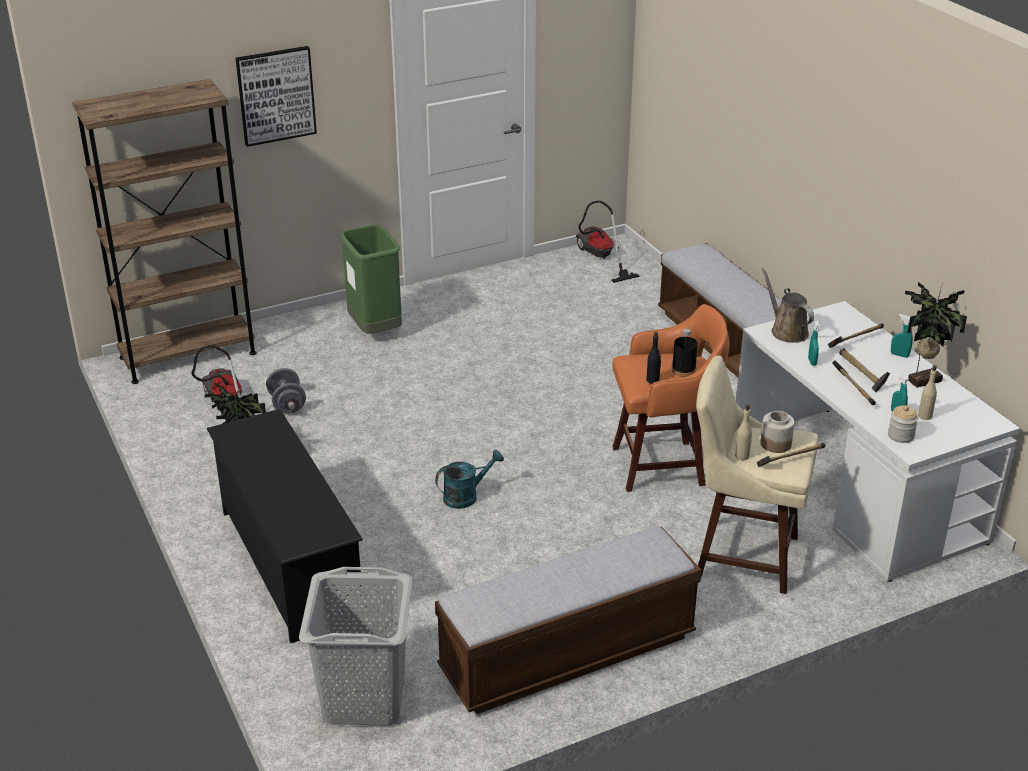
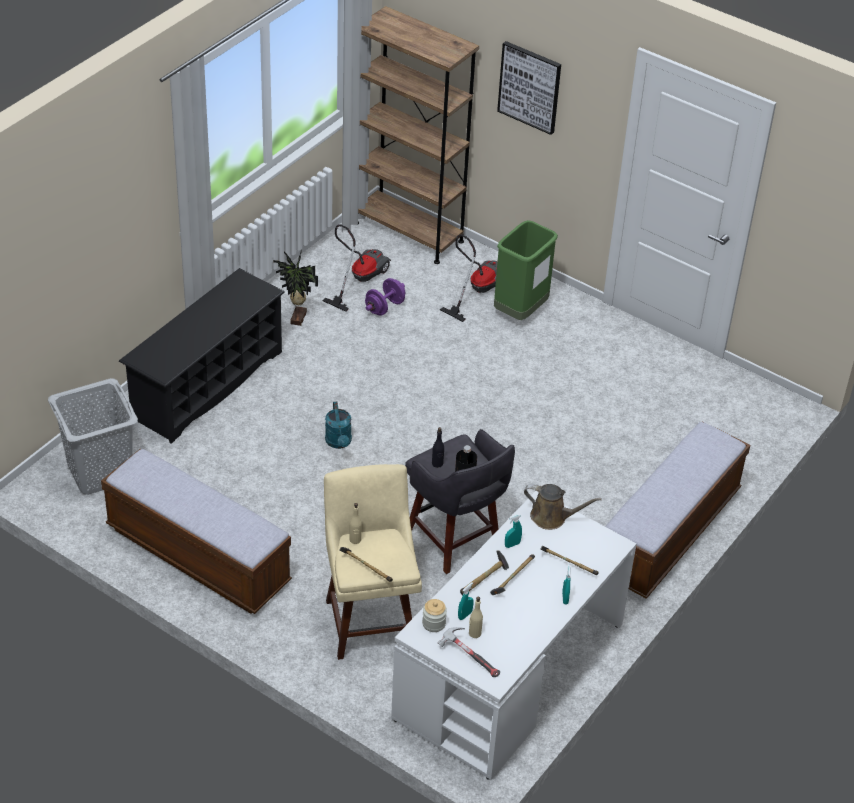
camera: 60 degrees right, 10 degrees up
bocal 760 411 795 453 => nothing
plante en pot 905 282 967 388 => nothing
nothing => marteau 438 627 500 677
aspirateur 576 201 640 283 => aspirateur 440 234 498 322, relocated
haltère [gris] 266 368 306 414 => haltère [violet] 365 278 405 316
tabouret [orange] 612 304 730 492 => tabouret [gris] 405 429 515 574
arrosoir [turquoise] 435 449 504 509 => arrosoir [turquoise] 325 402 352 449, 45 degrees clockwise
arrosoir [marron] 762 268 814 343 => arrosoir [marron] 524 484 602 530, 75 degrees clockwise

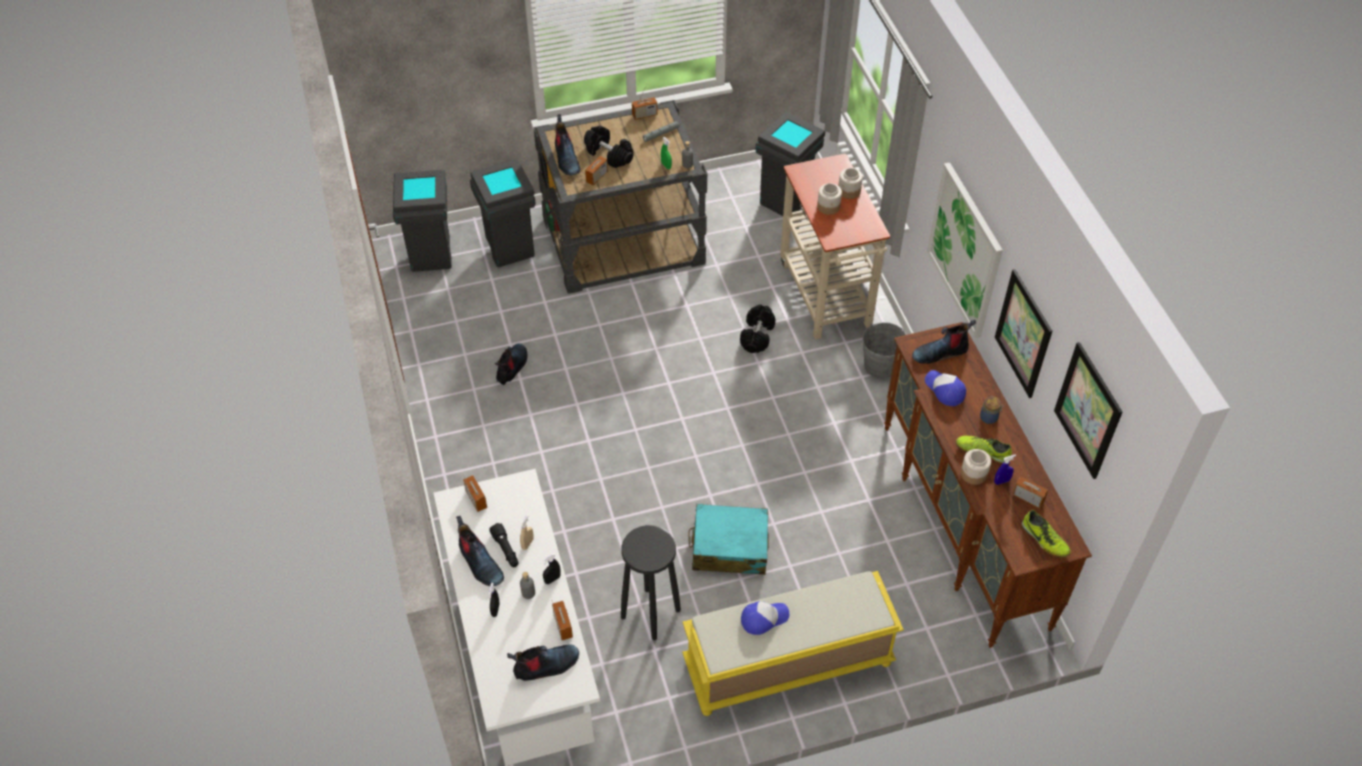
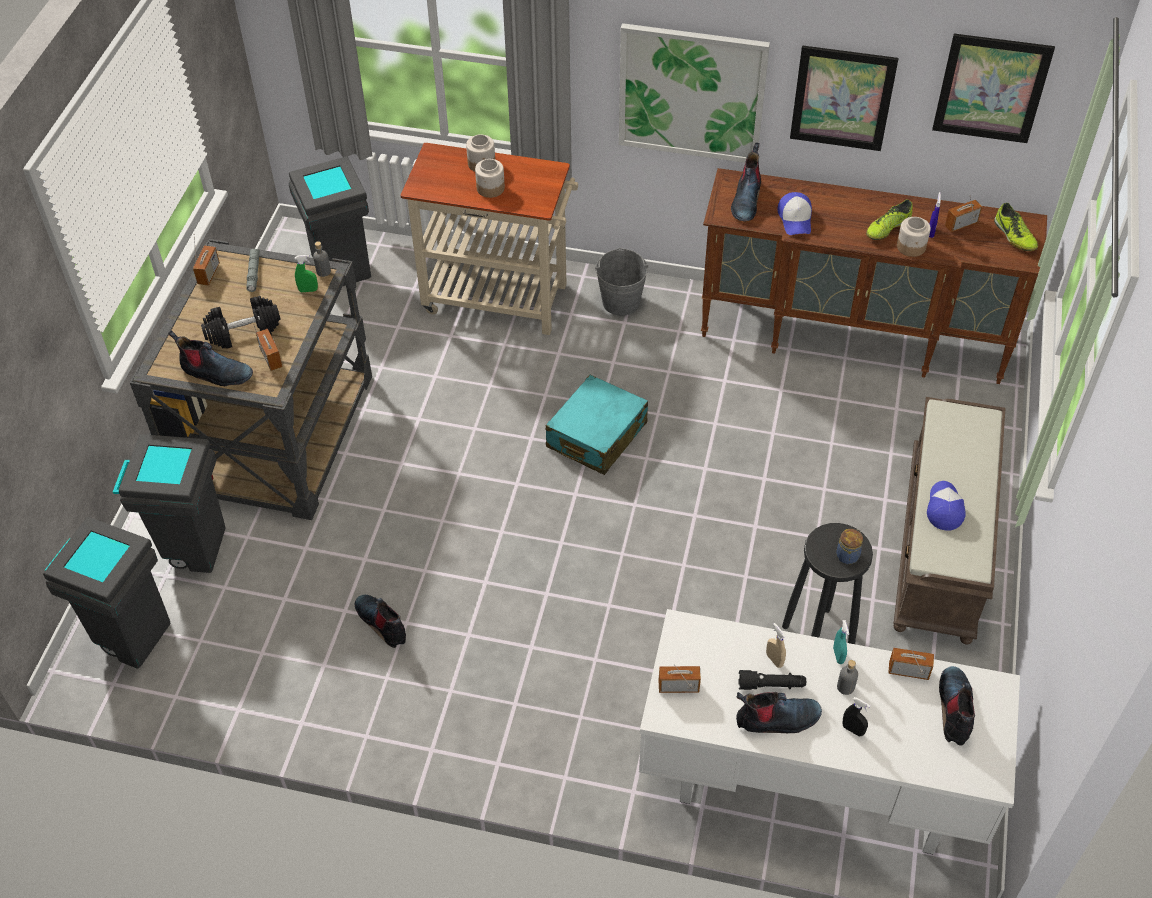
camera: 60 degrees left, 0 degrees up
haltère [noir] 740 305 776 353 => nothing
valise [turquoise] 688 504 769 575 => valise [turquoise] 546 375 648 475, relocated
bocal 980 397 1004 424 => bocal 836 529 863 564, relocated
vaporisateur [noir] 543 554 561 584 => vaporisateur [turquoise] 833 620 849 664
banc [jaune] 682 571 904 716 => banc [marron] 894 397 1006 645
casquette 925 370 966 406 => casquette 778 192 812 235, 90 degrees counterclockwise
chaussure 1022 510 1071 557 => chaussure 994 203 1038 251, 75 degrees clockwise

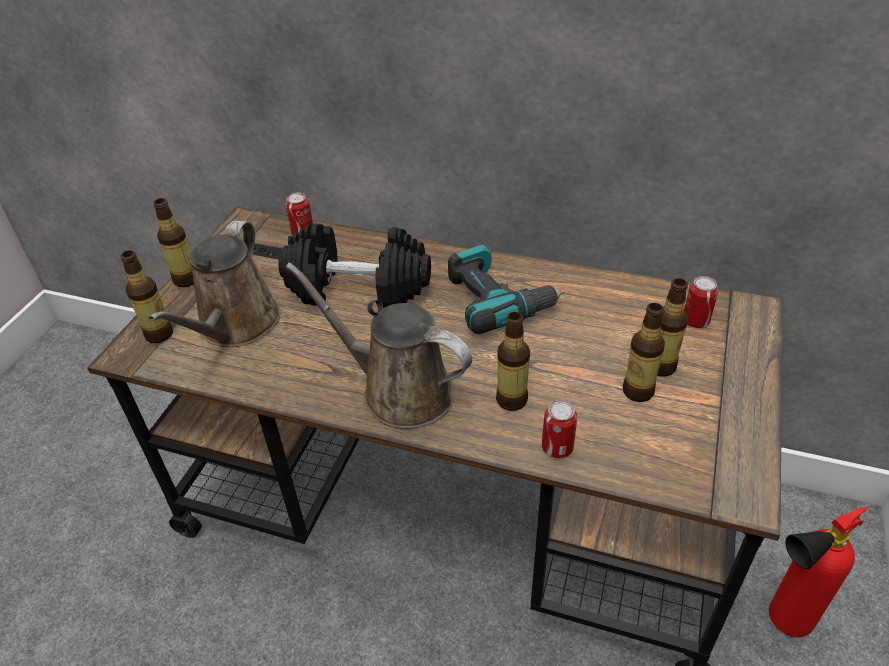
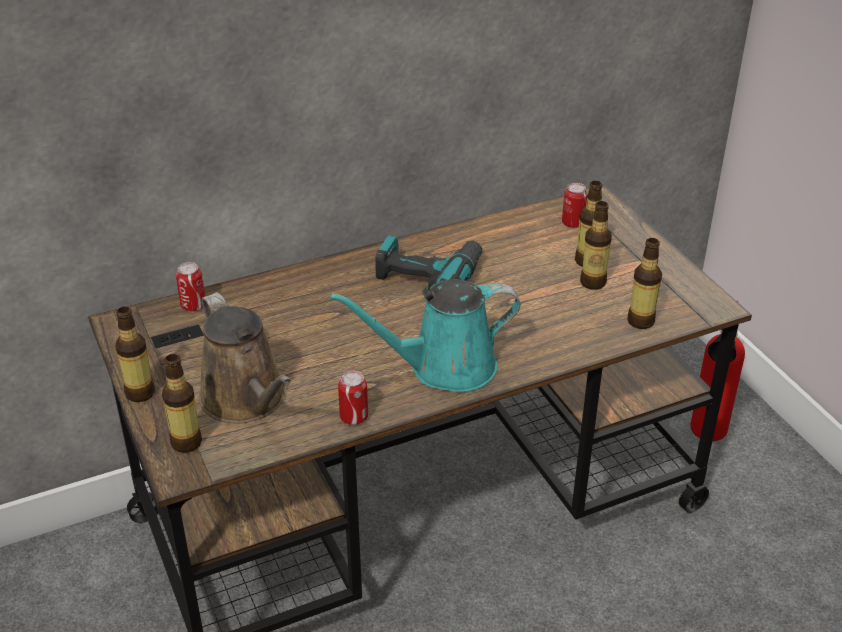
camera: 45 degrees left, 5 degrees down
haltère [noir] 278 224 431 308 => nothing
bouteille 496 312 530 411 => bouteille 627 238 662 329, relocated
boîte métallique 542 400 577 458 => boîte métallique 338 371 368 425, relocated
arrosoir [marron] 286 262 472 429 => arrosoir [turquoise] 330 279 520 392

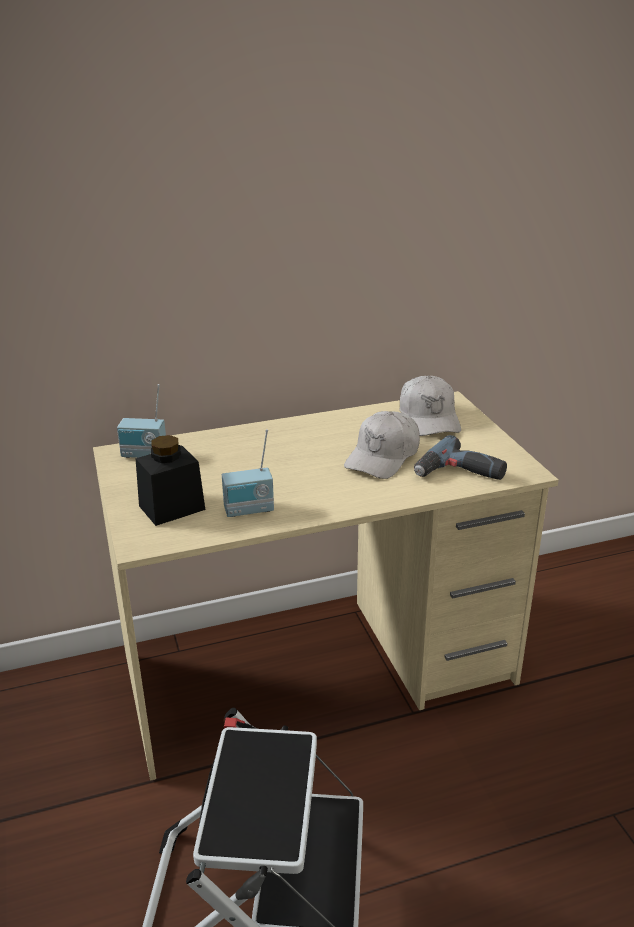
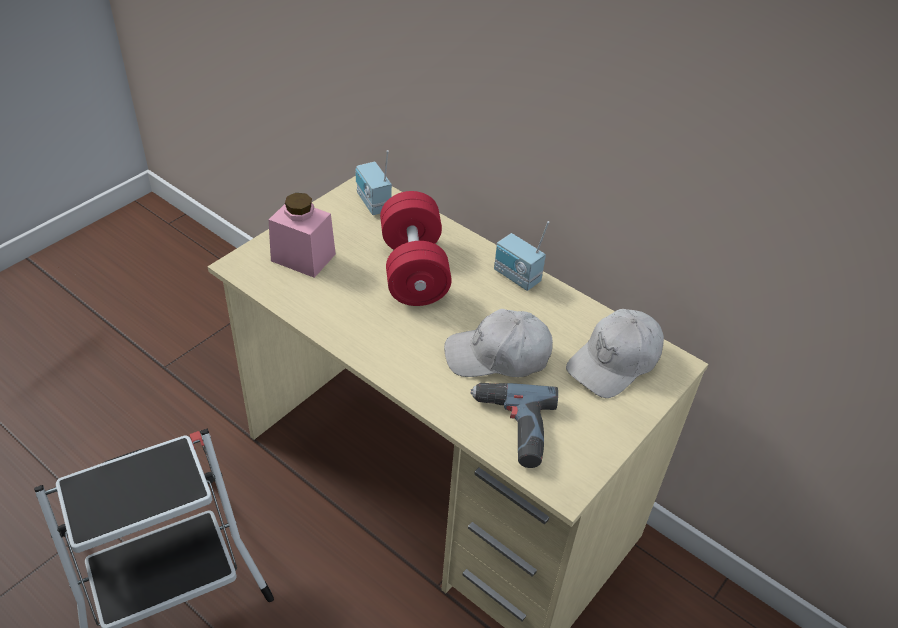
camera: 55 degrees right, 15 degrees up
nothing => haltère [rouge] 380 191 452 306
radio 222 429 274 517 => radio 494 221 549 291, relocated
bocal [noir] 135 435 205 526 => bocal [rose] 269 193 336 278

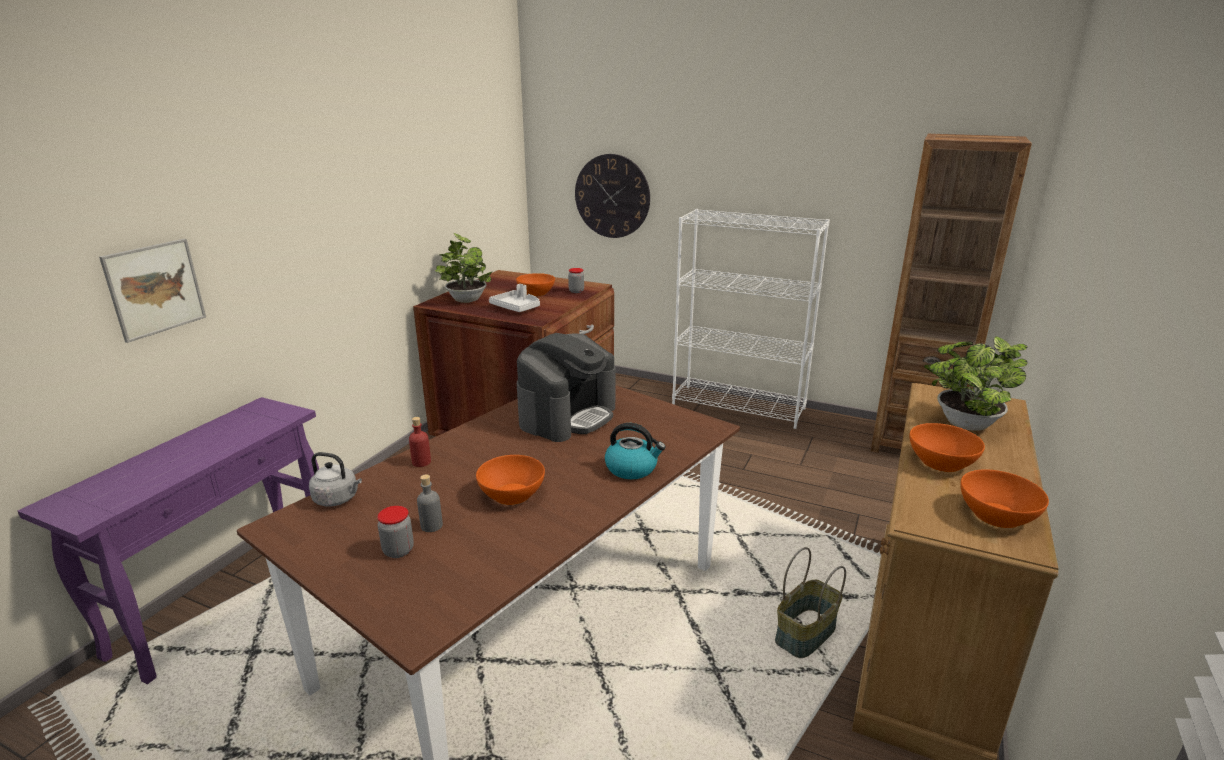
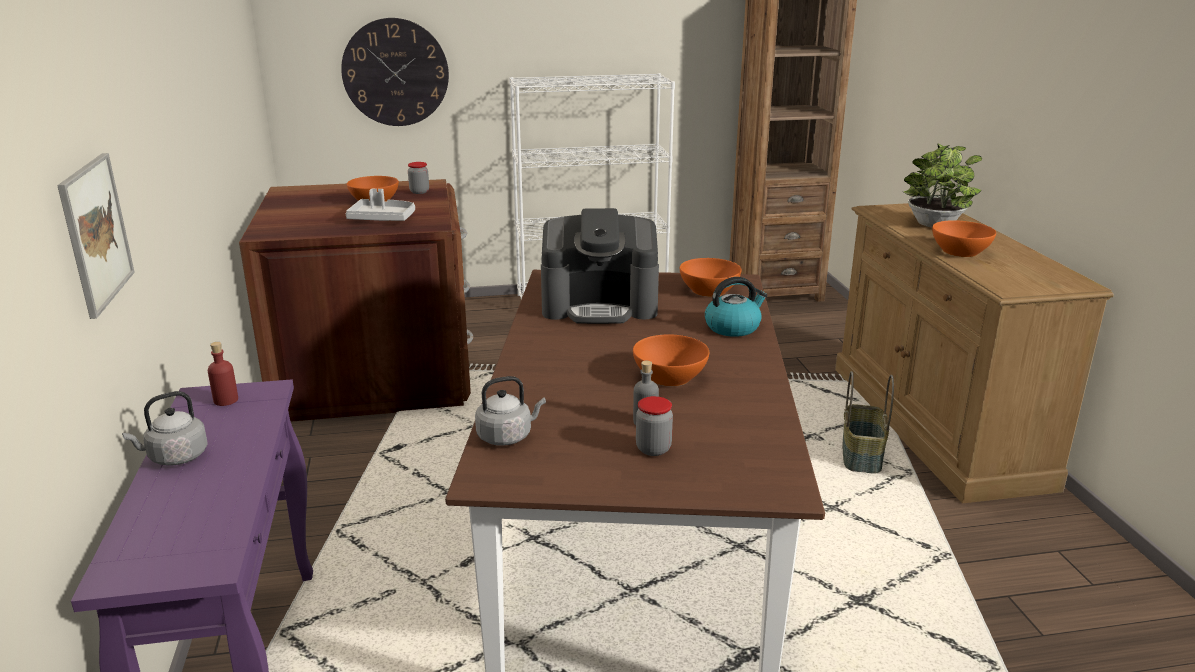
camera: 35 degrees left, 0 degrees up
plante en pot 435 233 492 303 => nothing
nothing => bouilloire [gris] 122 391 208 466
bouteille [rouge] 409 417 431 467 => bouteille [rouge] 208 342 238 406, relocated
bol [orange] 960 469 1049 528 => bol [orange] 680 258 741 297, relocated
machine à café 517 333 615 442 => machine à café 541 208 659 324, 90 degrees clockwise

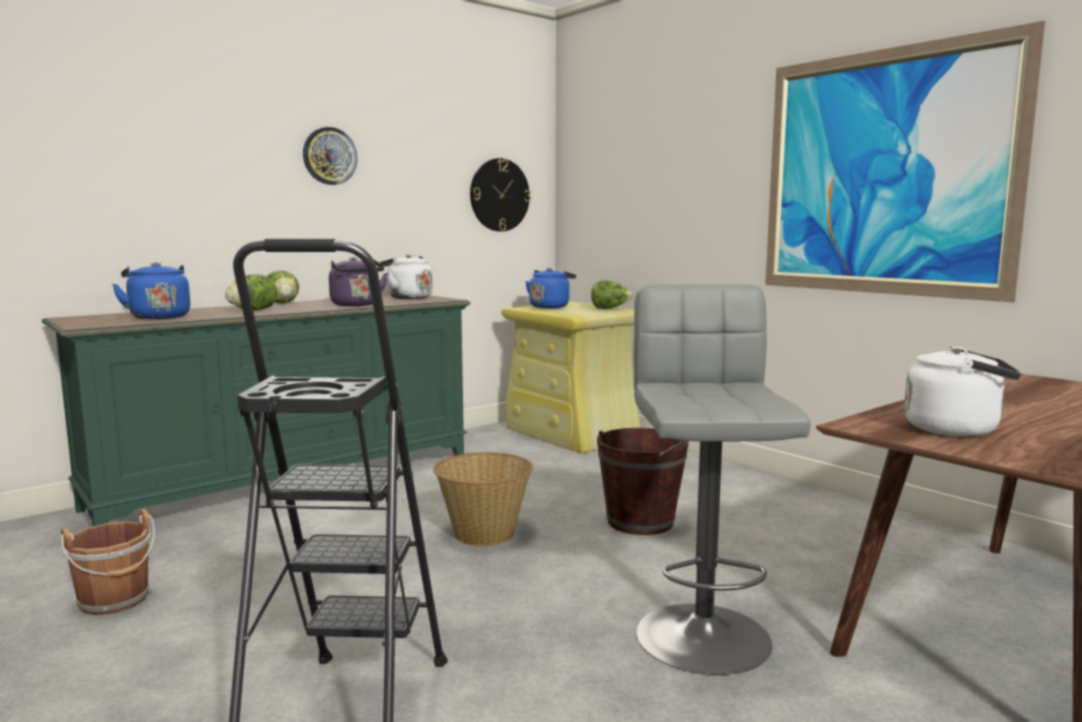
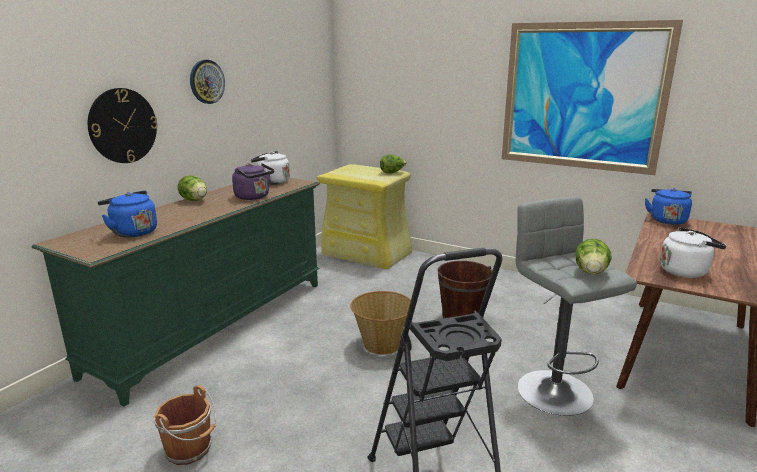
camera: 20 degrees left, 10 degrees up
laitue 225 274 277 311 => laitue 575 239 612 274, relocated
horloge murale 470 158 531 232 => horloge murale 88 88 158 163, relocated
bouilloire [bleu] 525 268 576 308 => bouilloire [bleu] 645 188 692 225, relocated

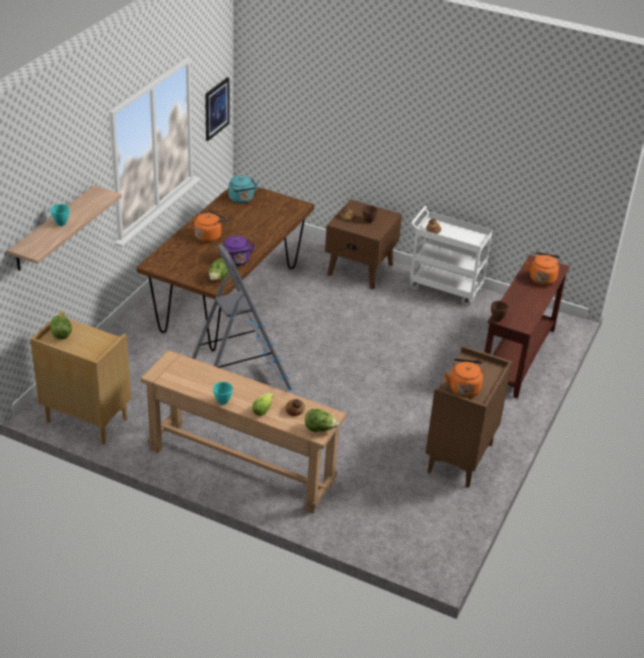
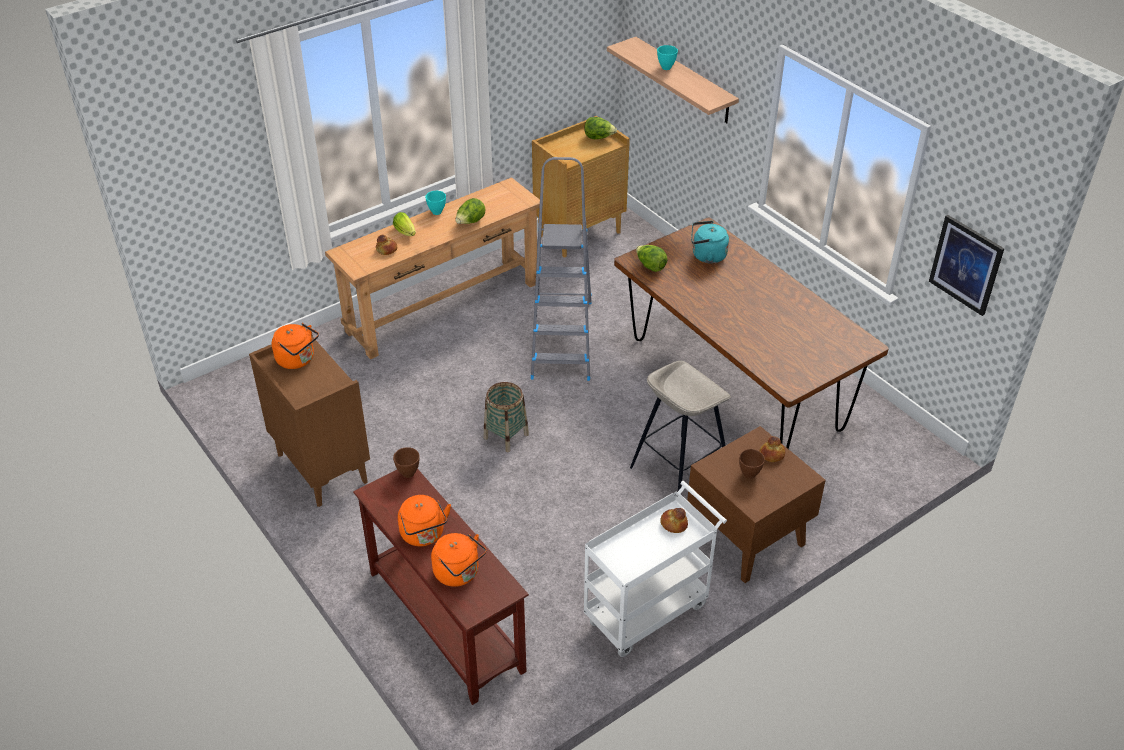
camera: 120 degrees right, 5 degrees up
bouilloire [violet] 223 236 255 266 => nothing
nothing => panier 484 382 529 452
nothing => tabouret [gris] 630 361 731 491
bouilloire [orange] 193 210 226 243 => bouilloire [orange] 398 495 451 546, relocated
bouilloire [turquoise] 228 175 258 203 => bouilloire [turquoise] 691 221 729 264, relocated
laitue 305 409 339 432 => laitue 455 198 485 224, relocated

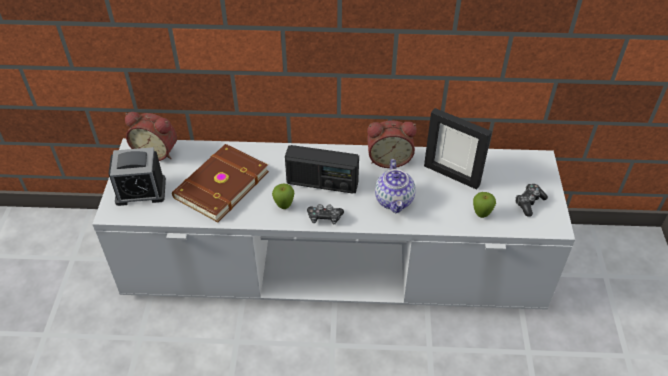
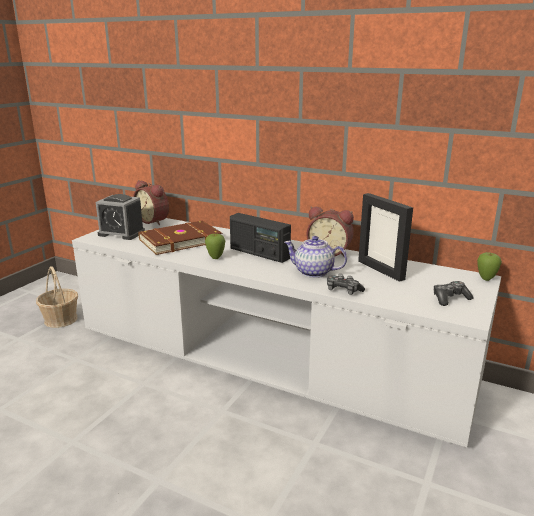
camera: 25 degrees right, 25 degrees down
nothing => panier 36 266 78 328
manette 307 204 344 224 => manette 327 274 365 295, relocated
pomme 473 192 496 218 => pomme 477 252 502 281, relocated
théière 375 159 416 213 => théière 284 236 347 278, 90 degrees clockwise

